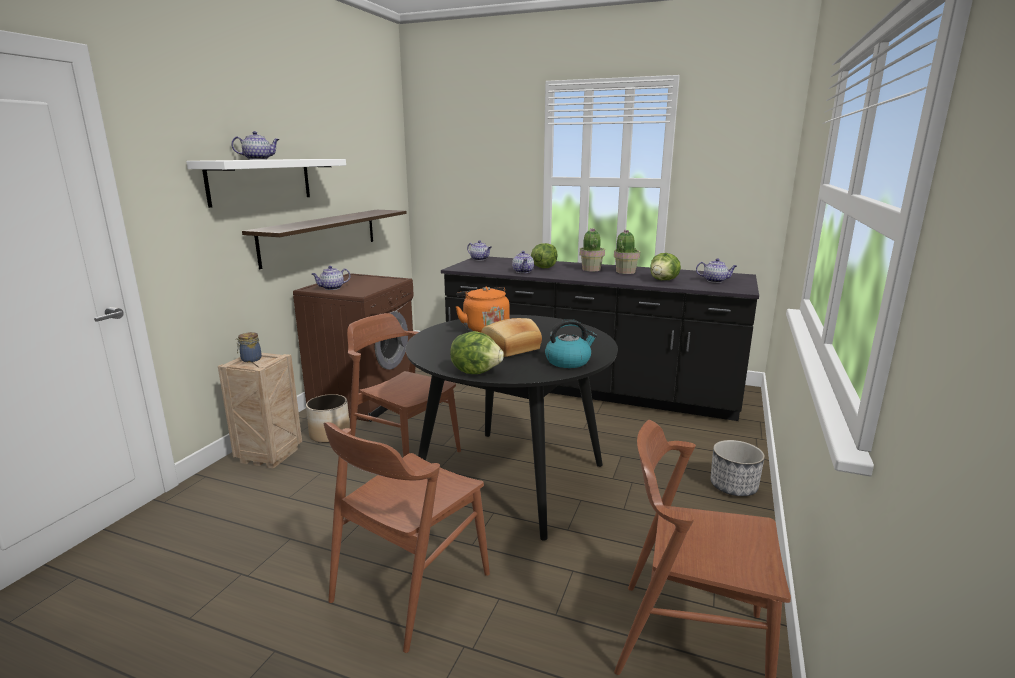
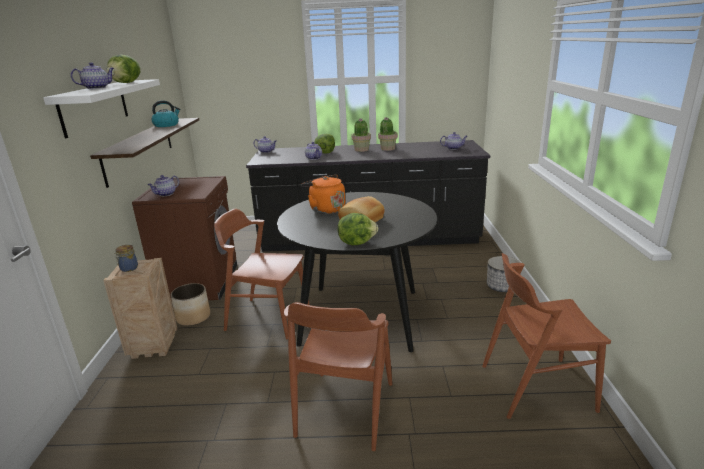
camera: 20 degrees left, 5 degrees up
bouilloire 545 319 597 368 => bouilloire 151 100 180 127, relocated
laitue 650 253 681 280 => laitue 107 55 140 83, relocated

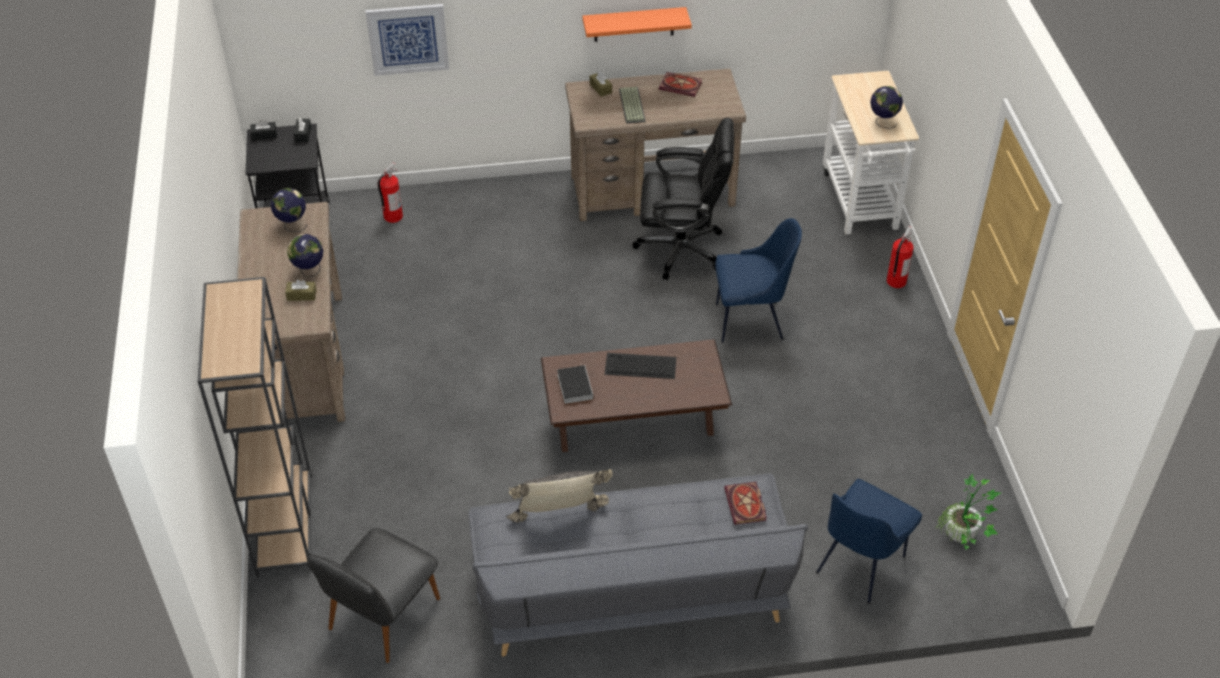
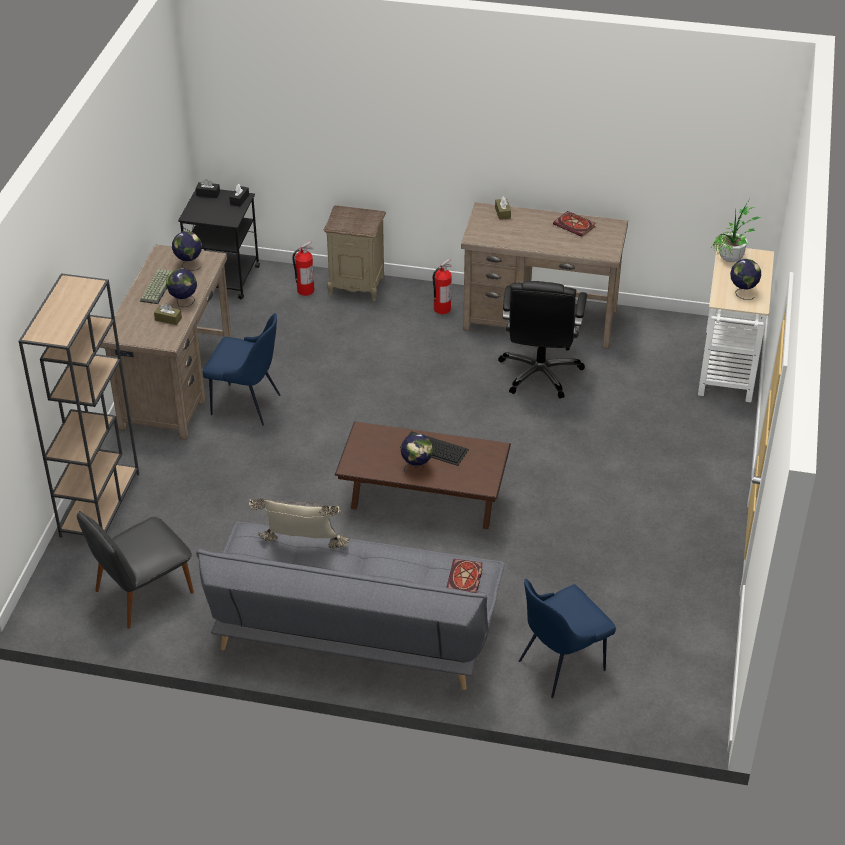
camera: 20 degrees right, 5 degrees down
tableau 365 4 449 76 => nothing
livre 557 365 593 404 => nothing
étagère [orange] 582 7 692 42 => nothing
nothing => table de chevet [beige] 324 205 386 301
nothing => globe 401 433 433 474
clavier 619 87 645 124 => clavier 140 269 172 304, relocated
chaise [bleu] 715 218 802 343 => chaise [bleu] 203 313 281 425, relocated
extincteur 886 226 914 288 => extincteur 433 258 452 314, relocated
plante en pot 936 473 1001 549 => plante en pot 712 202 761 262, relocated
chaise de bureau [noir] 632 118 734 280 => chaise de bureau [noir] 498 281 587 399, 75 degrees clockwise

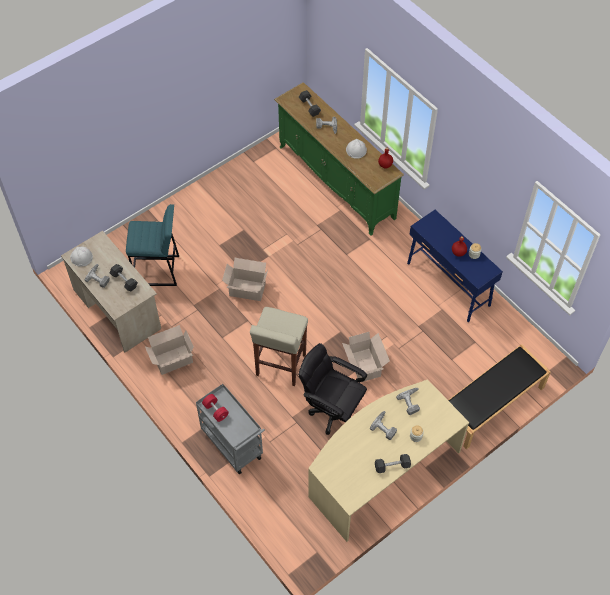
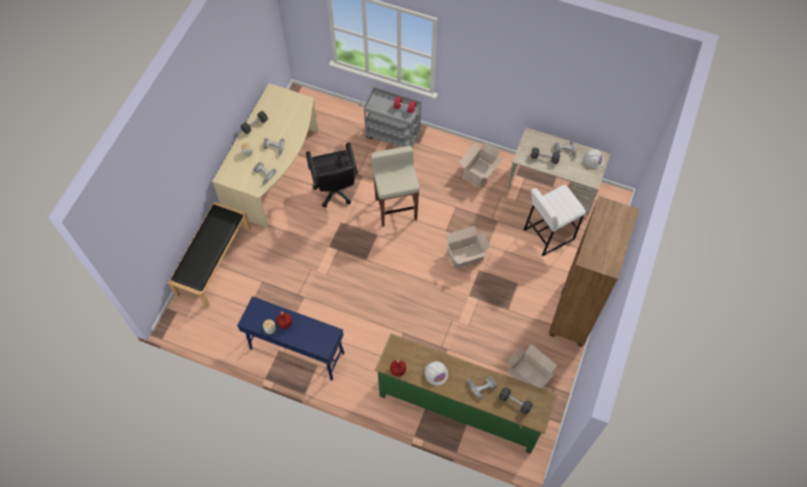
camera: 150 degrees right, 5 degrees up
nothing => bibliothèque [marron] 549 196 639 347
carton 342 332 390 383 => carton 508 344 557 388, relocated
tabouret [turquoise] 126 204 179 286 => tabouret [blanc] 524 185 586 256
chaise de bureau [noir] 298 343 367 435 => chaise de bureau [noir] 306 143 358 208, 75 degrees clockwise

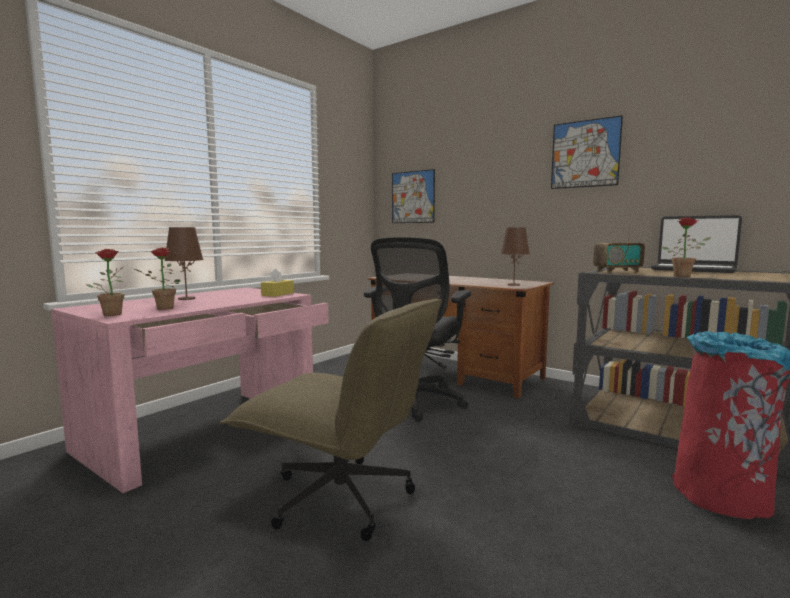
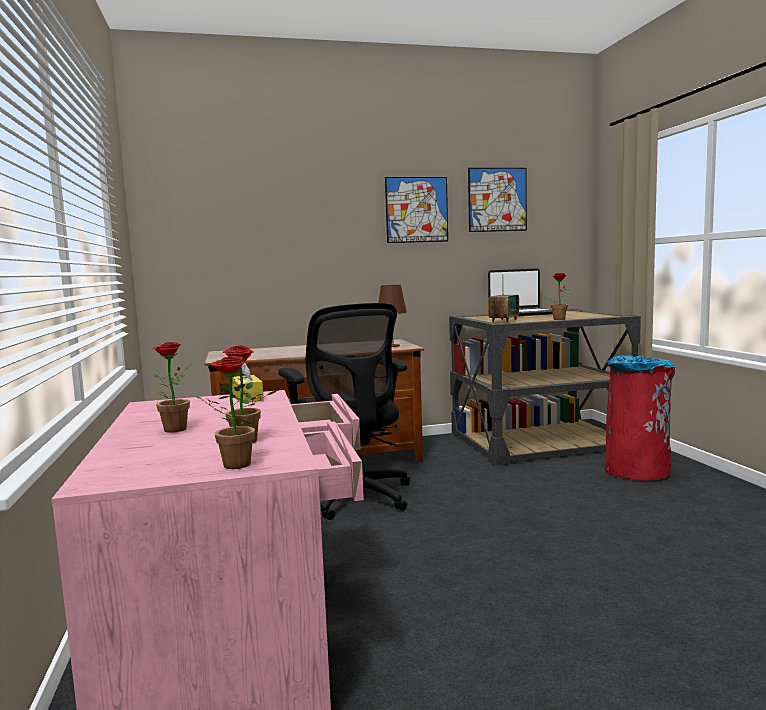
camera: 50 degrees left, 0 degrees up
chaise de bureau [beige] 220 299 442 541 => nothing
tableau 392 169 435 223 => tableau 468 168 527 232, relocated
lampe de table [marron] 164 227 204 300 => plante en pot 151 342 192 433

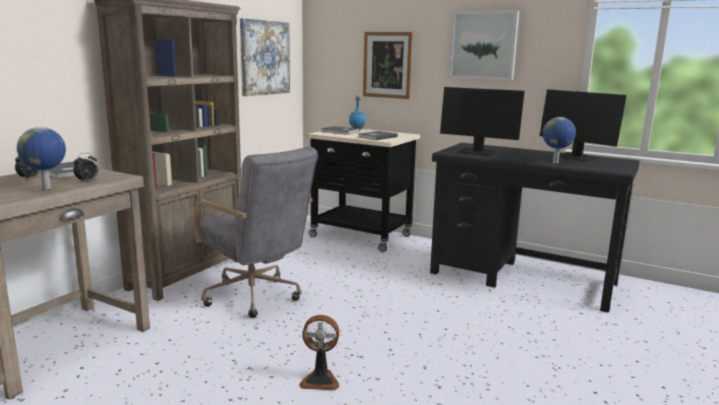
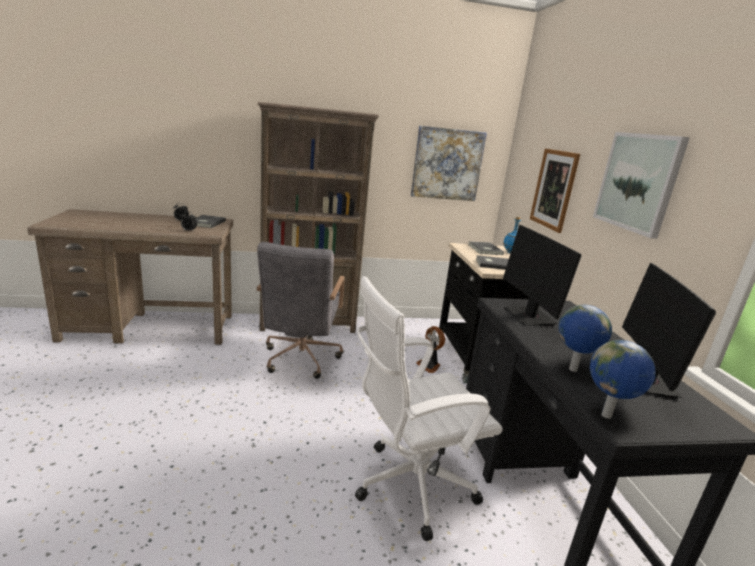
camera: 50 degrees right, 5 degrees up
nothing => chaise de bureau [blanc] 355 276 503 541
globe 17 127 66 190 => globe 590 340 656 419, relocated
ventilateur 299 315 339 390 => ventilateur 416 326 445 373, relocated

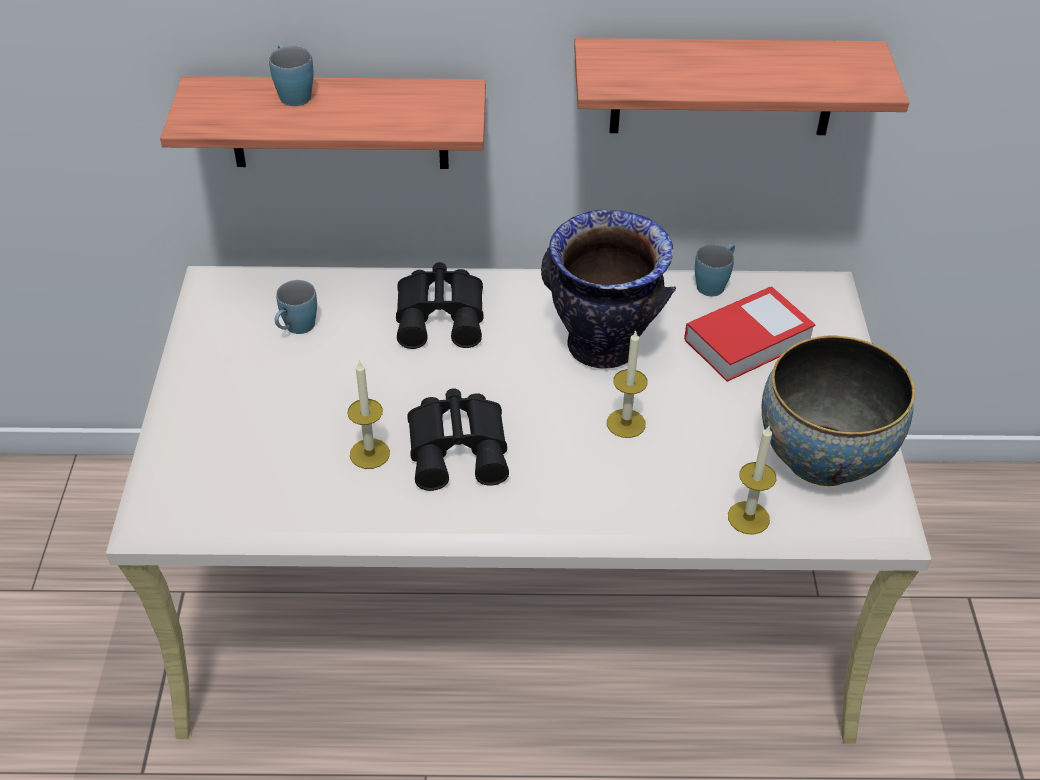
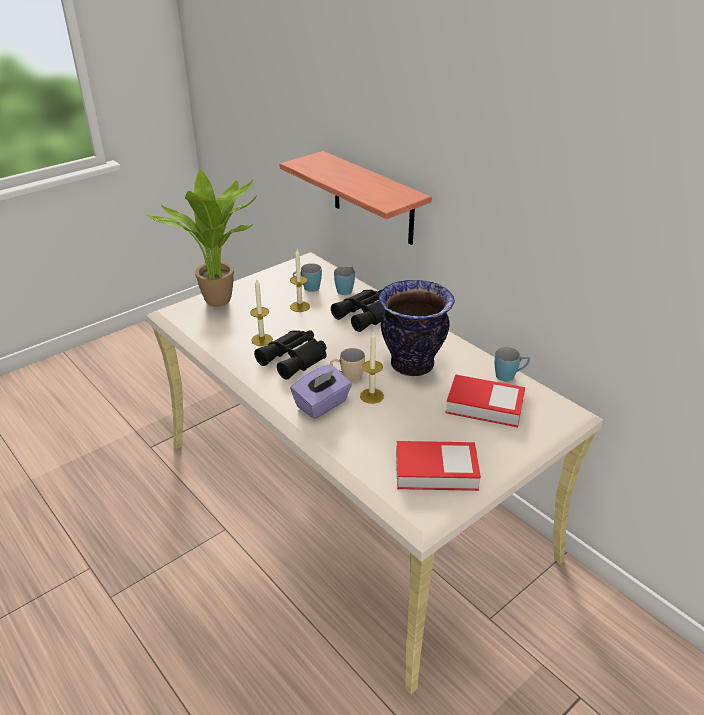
camera: 50 degrees right, 10 degrees down
étagère 574 38 909 135 => nothing
nothing => plante en pot 146 169 257 307
nothing => boîte à mouchoirs [violet] 290 364 352 419
nothing => mug [beige] 330 348 365 382
mug [bleu] 269 45 313 106 => mug [bleu] 334 266 355 295, relocated
bougie 728 426 776 535 => bougie 290 249 310 312, relocated
bol 762 336 915 486 => livre 396 441 481 491

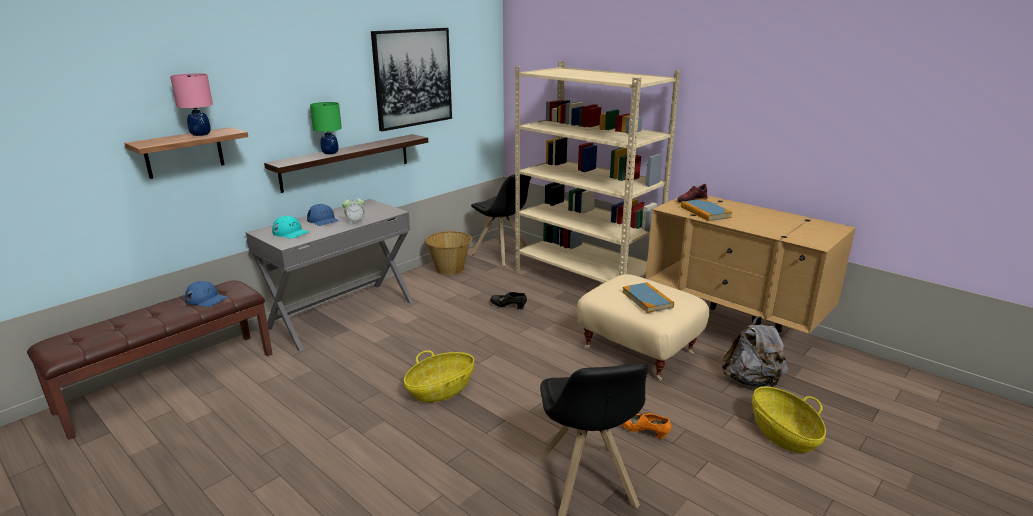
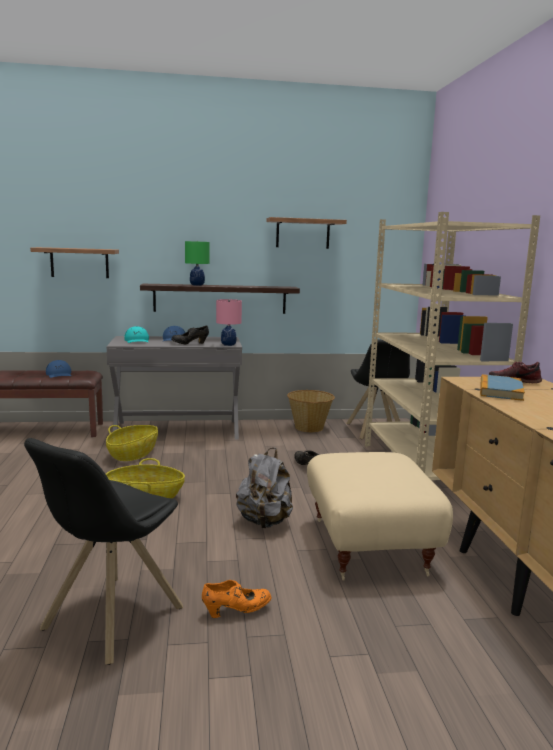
camera: 40 degrees right, 10 degrees down
livre 622 282 674 313 => nothing
lampe de table [rose] 170 73 213 136 => lampe de table [rose] 216 299 242 346, relocated
sac à dos [gris] 722 316 788 387 => sac à dos [gris] 236 447 293 528, relocated
panier 752 387 826 453 => panier 106 425 158 461, relocated
réveil 342 195 365 225 => chaussure [noir] 171 326 209 344
tableau 371 28 452 131 => étagère 266 217 347 249
chaussure [orange] 621 412 671 439 => chaussure [orange] 202 580 271 618, 90 degrees clockwise

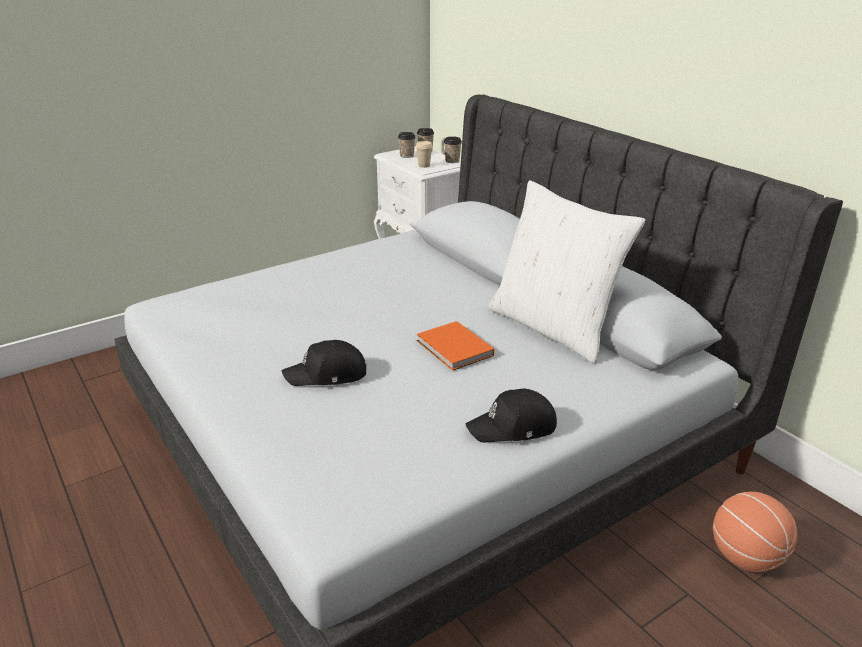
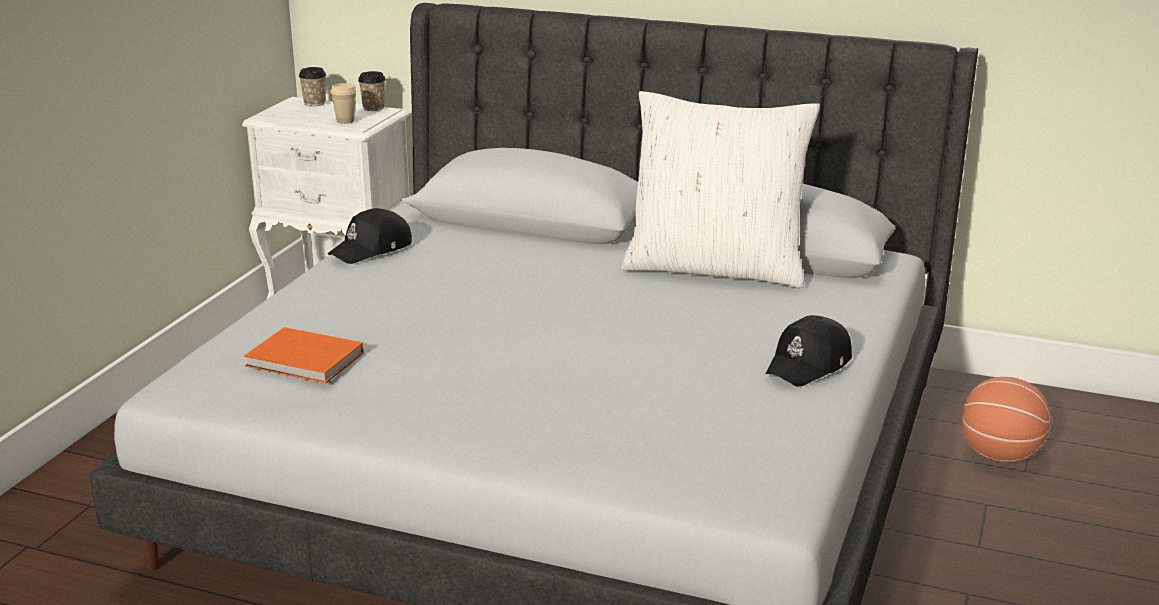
camera: 35 degrees left, 5 degrees down
tasse 398 132 416 158 => nothing
casquette [noir] 282 340 366 386 => casquette [noir] 328 208 412 264, relocated
livre [orange] 417 321 494 371 => livre [orange] 244 327 364 383, relocated

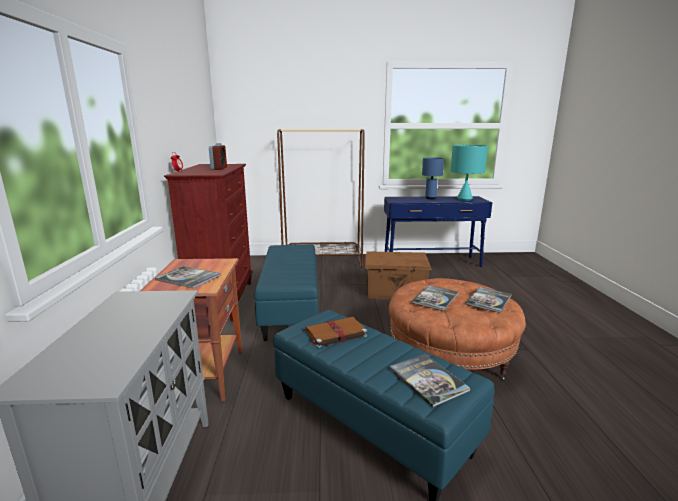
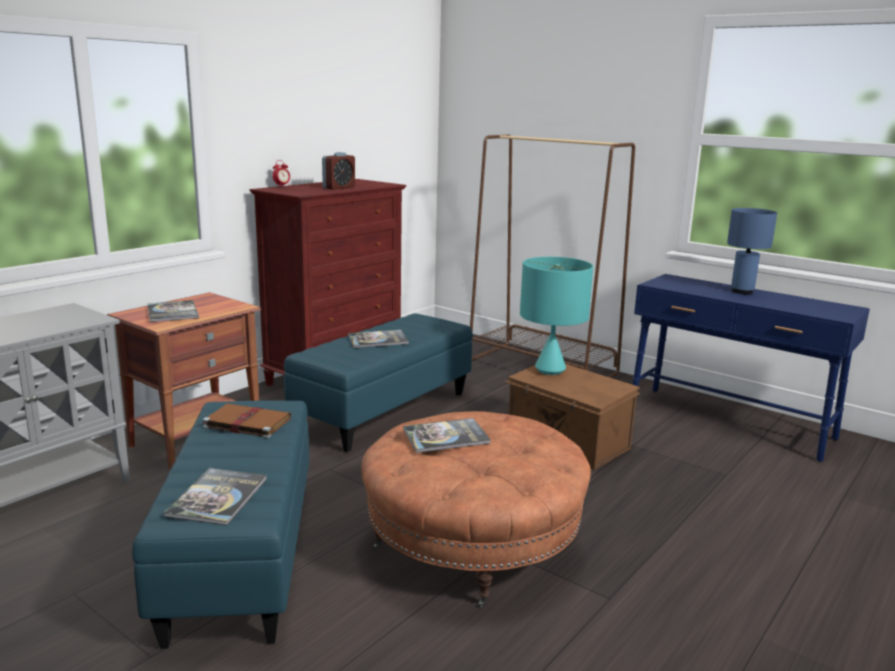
camera: 40 degrees right, 0 degrees up
lampe de table [turquoise] 451 145 488 201 => lampe de table [turquoise] 520 257 593 375, relocated
livre 466 287 511 313 => livre 348 330 409 348, relocated

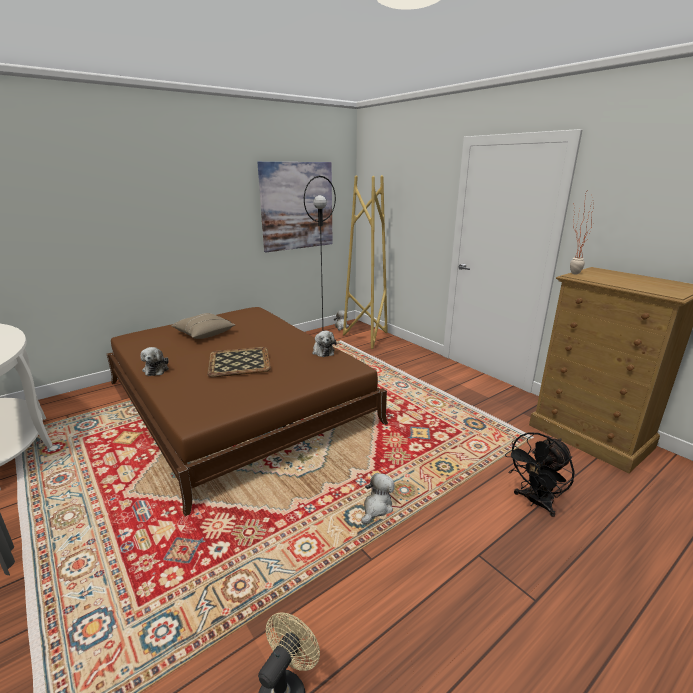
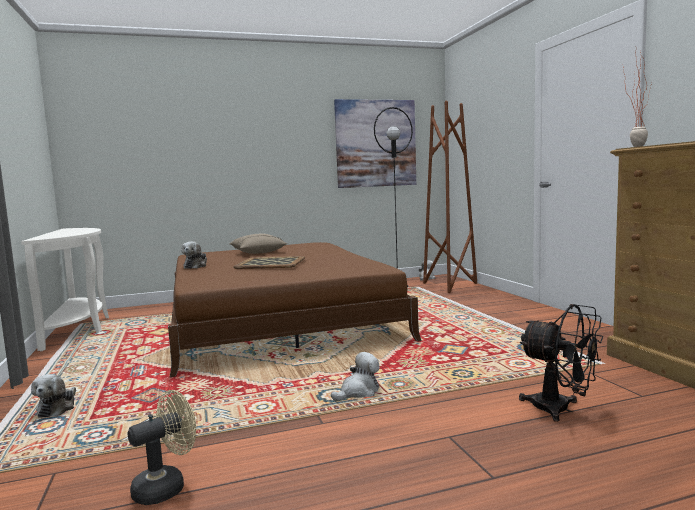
camera: 20 degrees right, 15 degrees down
peluche 312 331 337 357 => peluche 31 374 76 418, relocated
portant [jaune] 343 175 388 349 => portant [marron] 423 101 477 293
ventilateur [noir] 505 432 575 517 => ventilateur [noir] 519 304 603 422, 120 degrees counterclockwise

